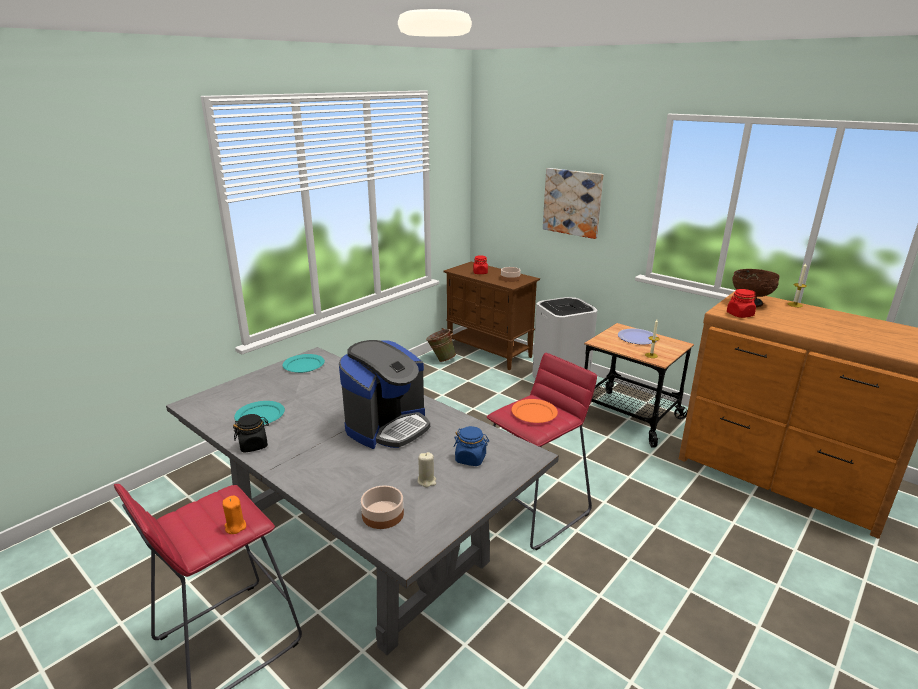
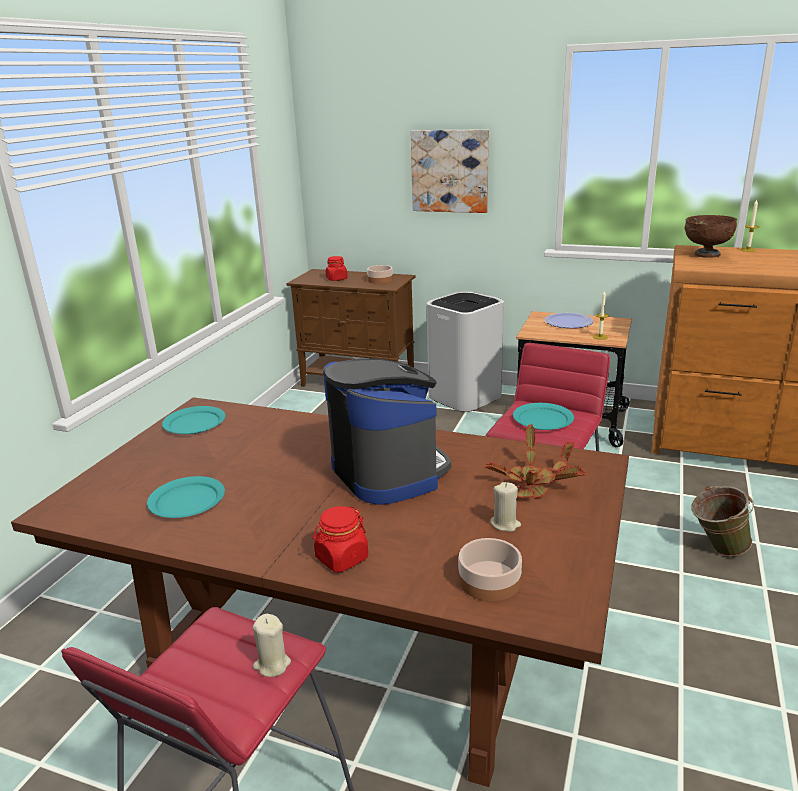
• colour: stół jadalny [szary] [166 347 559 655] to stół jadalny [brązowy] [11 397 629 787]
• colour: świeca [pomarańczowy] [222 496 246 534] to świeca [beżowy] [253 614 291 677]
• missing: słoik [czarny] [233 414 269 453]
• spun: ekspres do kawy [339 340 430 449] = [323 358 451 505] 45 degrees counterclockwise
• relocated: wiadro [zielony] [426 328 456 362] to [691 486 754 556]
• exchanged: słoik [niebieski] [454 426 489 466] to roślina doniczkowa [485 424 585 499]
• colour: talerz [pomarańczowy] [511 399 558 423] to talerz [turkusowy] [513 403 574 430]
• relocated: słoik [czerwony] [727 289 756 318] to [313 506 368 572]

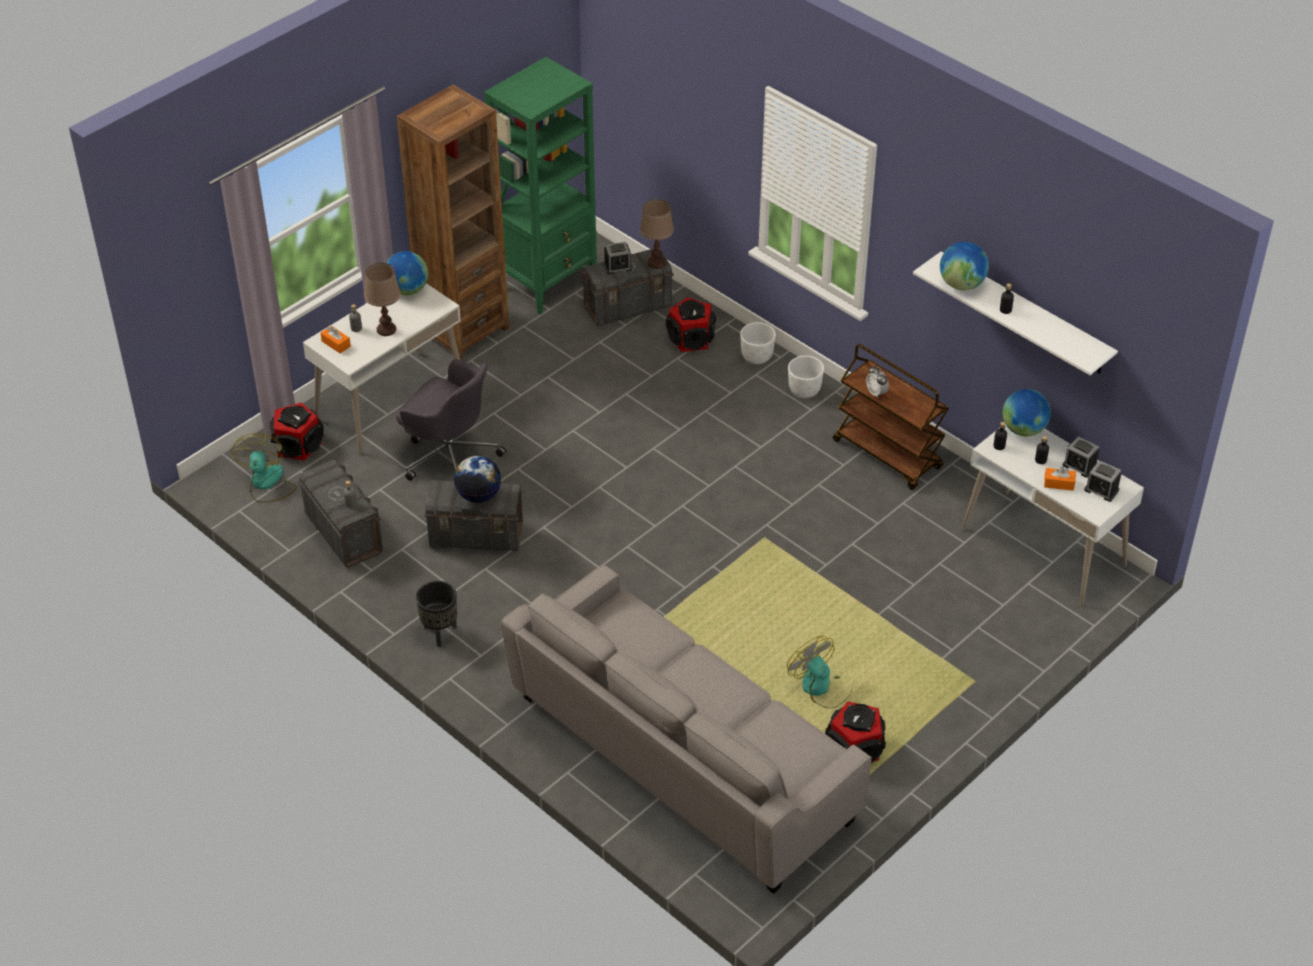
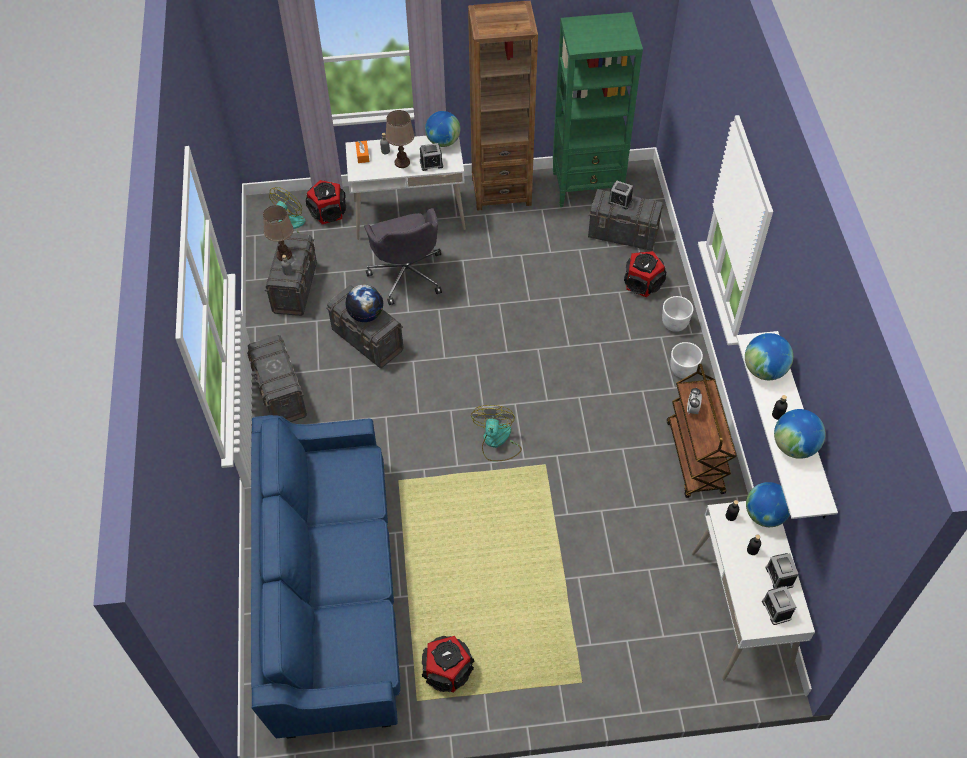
• exchanged: donica [czarny] [416 581 457 647] to pojemnik do przechowywania [szary] [247 335 307 422]
• colour: kanapa [szary] [501 564 872 894] to kanapa [niebieski] [251 415 401 739]
• relocated: lampa stołowa [brązowy] [640 199 674 269] to [263 205 293 261]
• relocated: wentylator [787 636 853 708] to [471 405 522 461]
• missing: pudełko chusteczek [pomarańczowy] [1044 467 1076 491]
• appeared: budzik [420 143 443 171]
• appeared: globus [774 409 826 459]

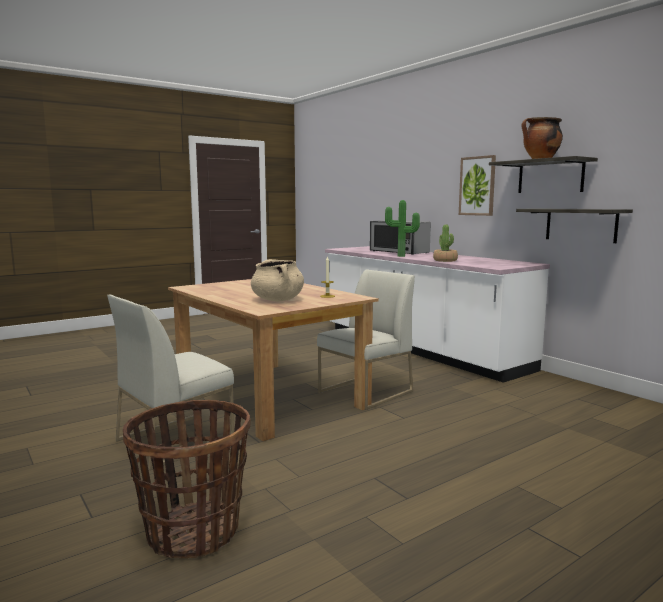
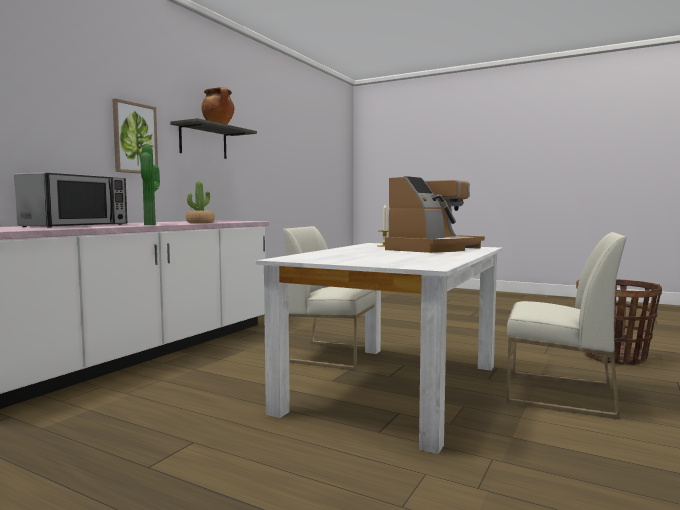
• colour: stół jadalny [brązowy] [168 279 379 441] to stół jadalny [biały] [256 243 502 454]
• exchanged: garnek [beżowy] [251 259 304 301] to ekspres do kawy [385 176 485 253]
• missing: półka [516 208 633 243]

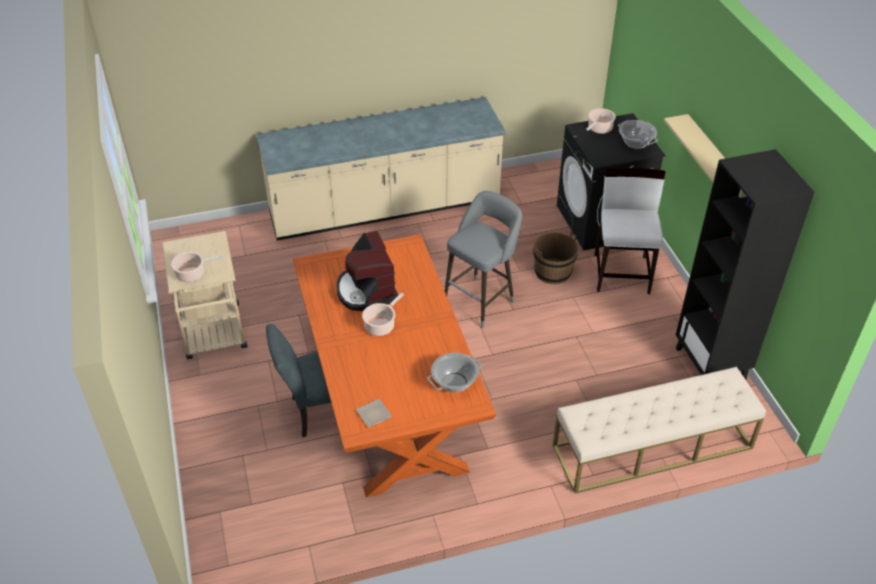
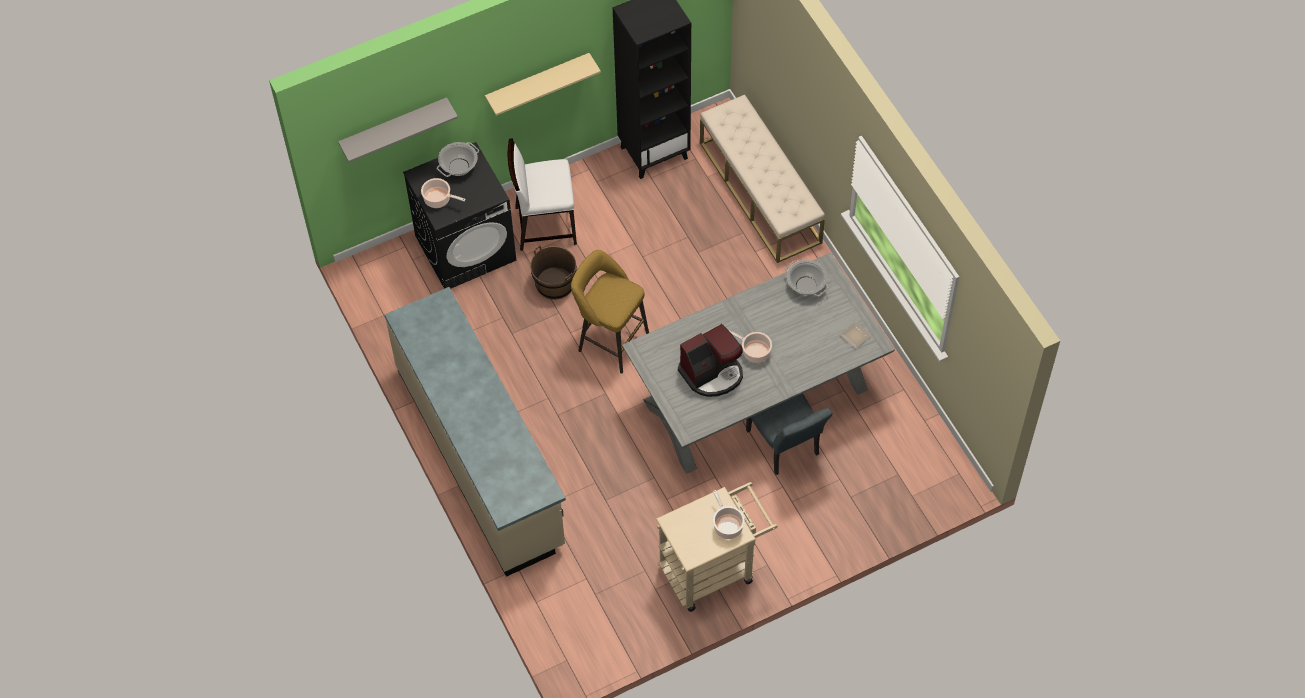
• colour: stół jadalny [pomarańczowy] [293 234 496 498] to stół jadalny [szary] [622 253 895 474]
• colour: stołek [szary] [445 191 522 328] to stołek [żółty] [571 250 649 374]
• appeared: półka [szary] [338 97 458 162]

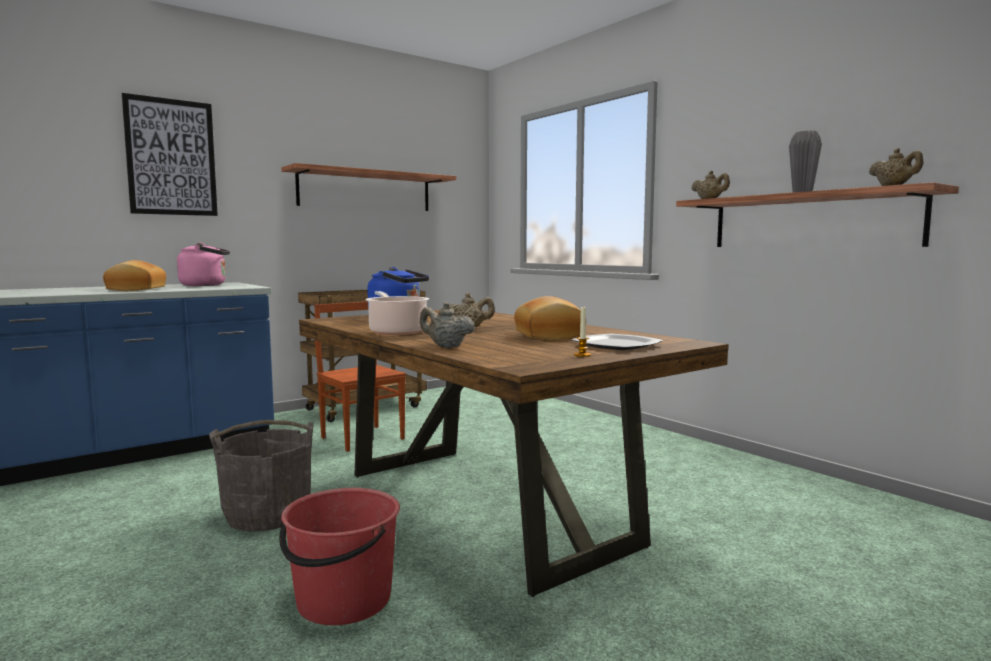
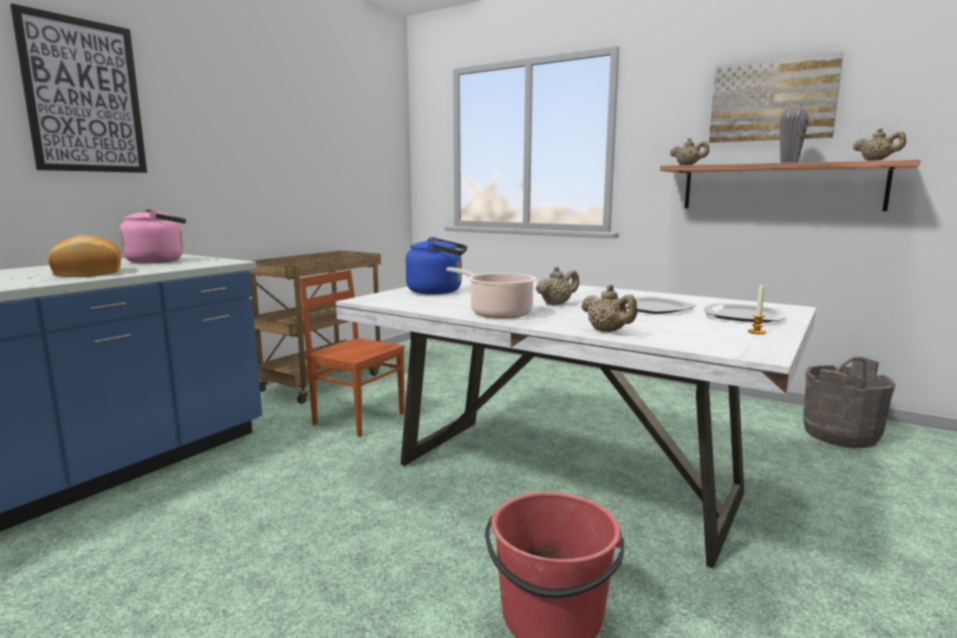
• relocated: wiadro [szary] [209 420 314 531] to [803 357 896 448]
• missing: półka [281 163 456 211]
• colour: stół jadalny [brązowy] [299 310 729 597] to stół jadalny [biały] [336 275 817 568]
• spun: imbryk [beżowy] [420 302 475 348] = [581 285 637 332] 135 degrees counterclockwise
• exchanged: chleb [514 296 581 340] to talerz [625 296 697 314]
• appeared: obraz [709 52 844 143]

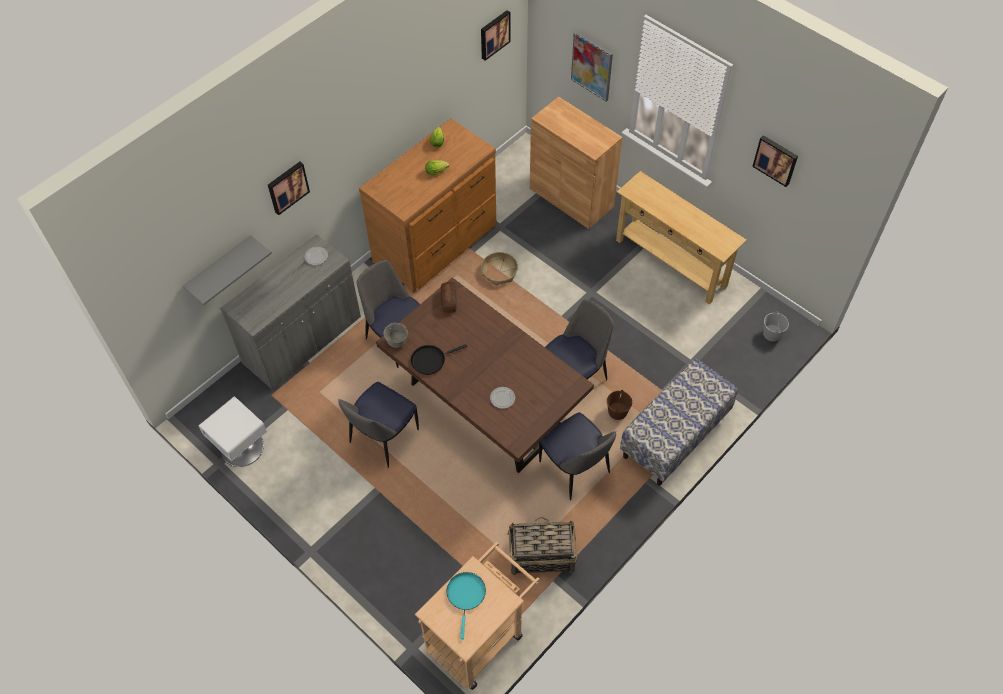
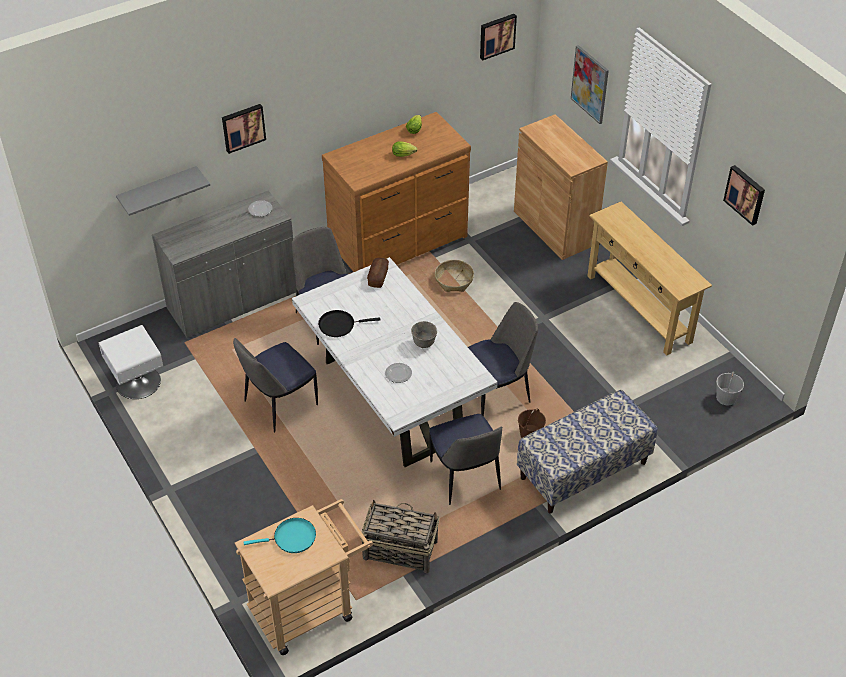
• colour: stół jadalny [brązowy] [376 277 594 473] to stół jadalny [biały] [292 257 498 467]
• relocated: miska [szary] [383 323 408 348] to [411 321 437 348]
• spun: patelnia [turkusowy] [447 572 486 639] = [244 518 316 553] 60 degrees clockwise

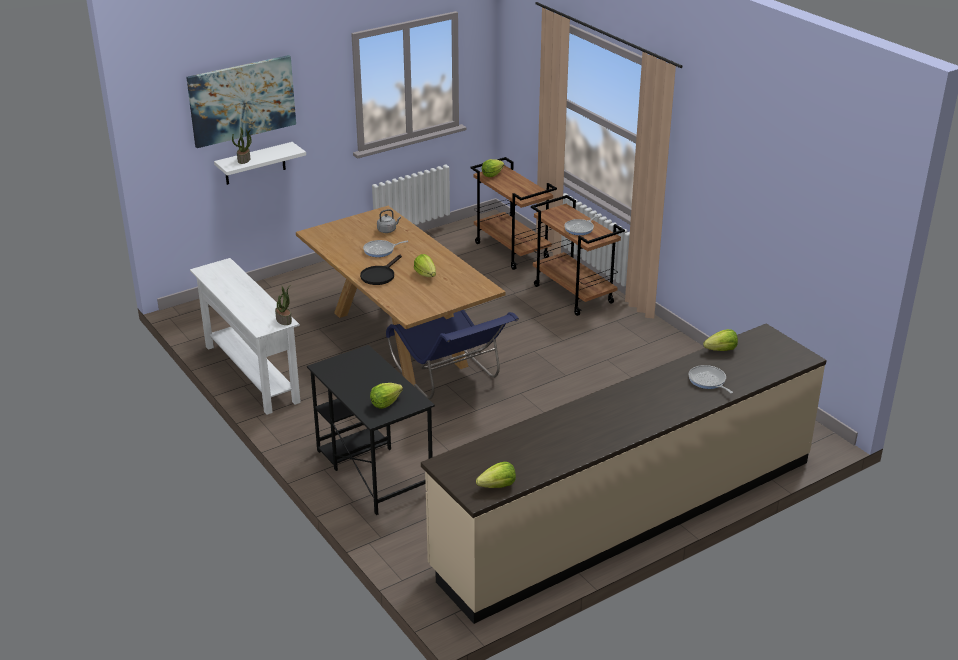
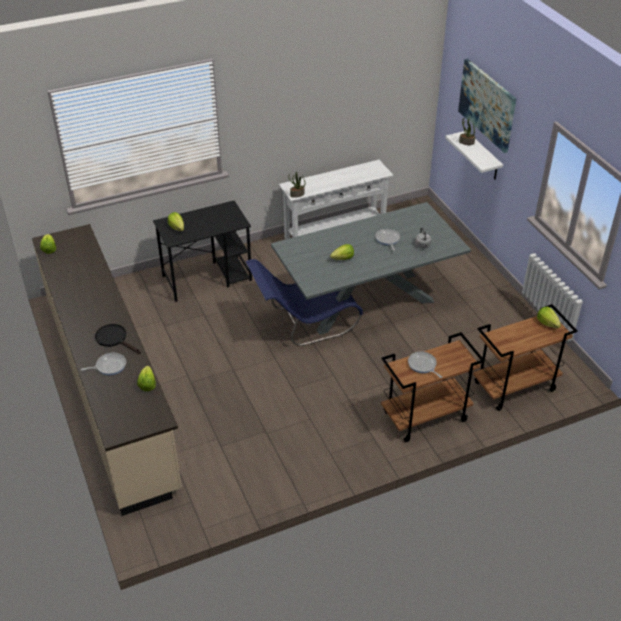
• colour: stół jadalny [brązowy] [296 206 506 387] to stół jadalny [szary] [271 202 471 335]
• relocated: patelnia [czarny] [360 254 402 285] to [95 324 141 354]

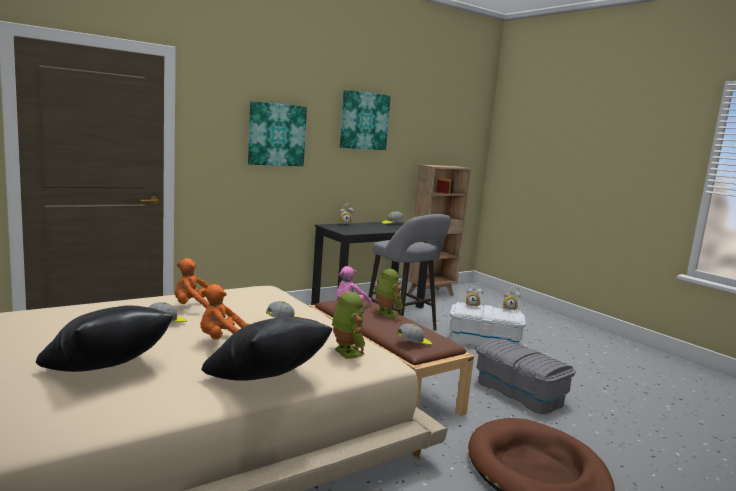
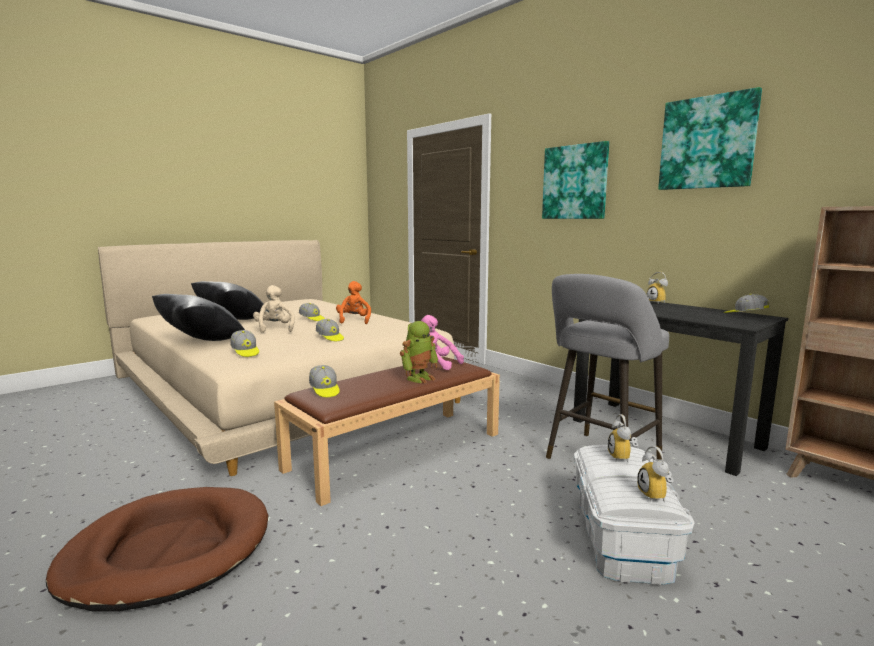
• colour: pluszak [pomarańczowy] [200 284 250 339] to pluszak [beżowy] [253 285 295 333]
• exchanged: robot zabawkowy [332 292 365 359] to czapka z daszkiem [230 330 259 357]
• missing: pojemnik do przechowywania [szary] [476 339 576 414]

